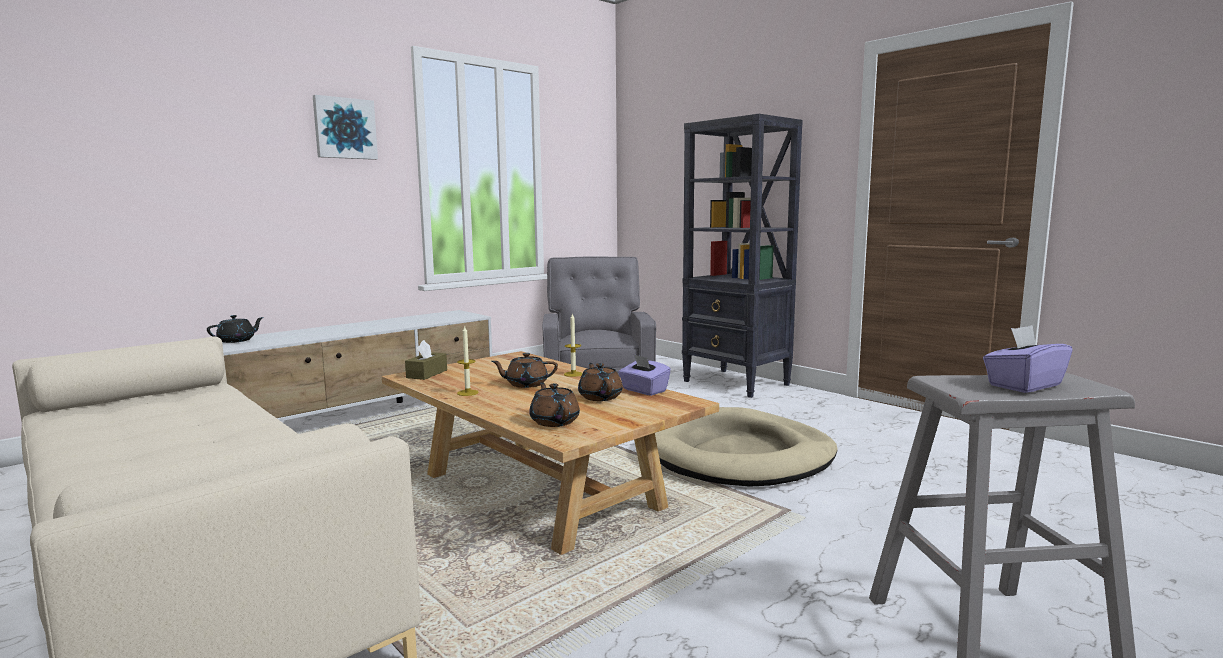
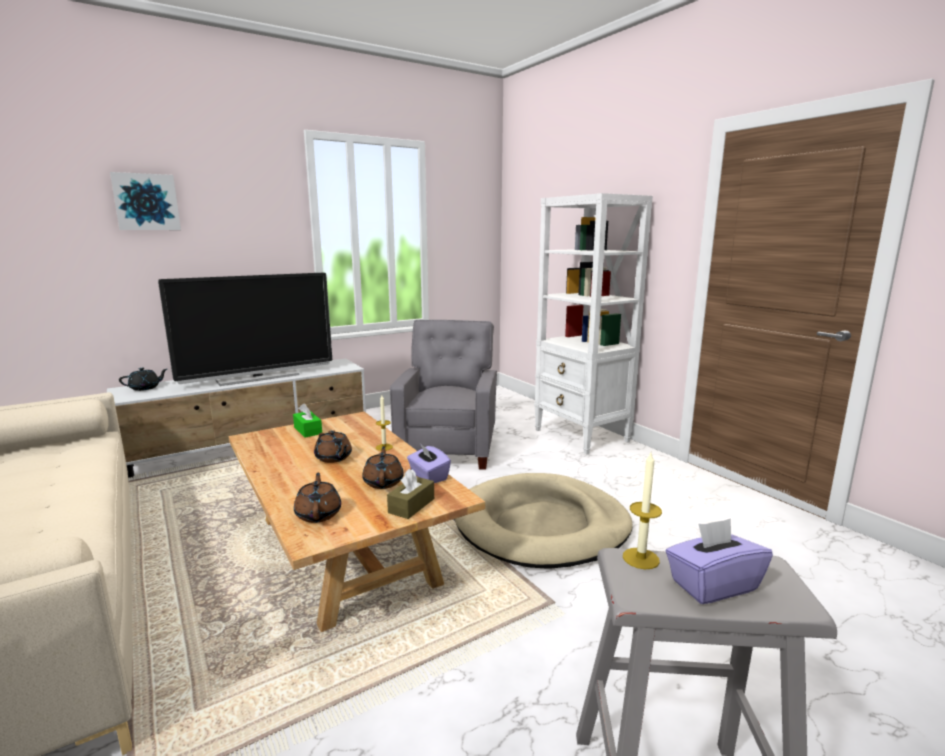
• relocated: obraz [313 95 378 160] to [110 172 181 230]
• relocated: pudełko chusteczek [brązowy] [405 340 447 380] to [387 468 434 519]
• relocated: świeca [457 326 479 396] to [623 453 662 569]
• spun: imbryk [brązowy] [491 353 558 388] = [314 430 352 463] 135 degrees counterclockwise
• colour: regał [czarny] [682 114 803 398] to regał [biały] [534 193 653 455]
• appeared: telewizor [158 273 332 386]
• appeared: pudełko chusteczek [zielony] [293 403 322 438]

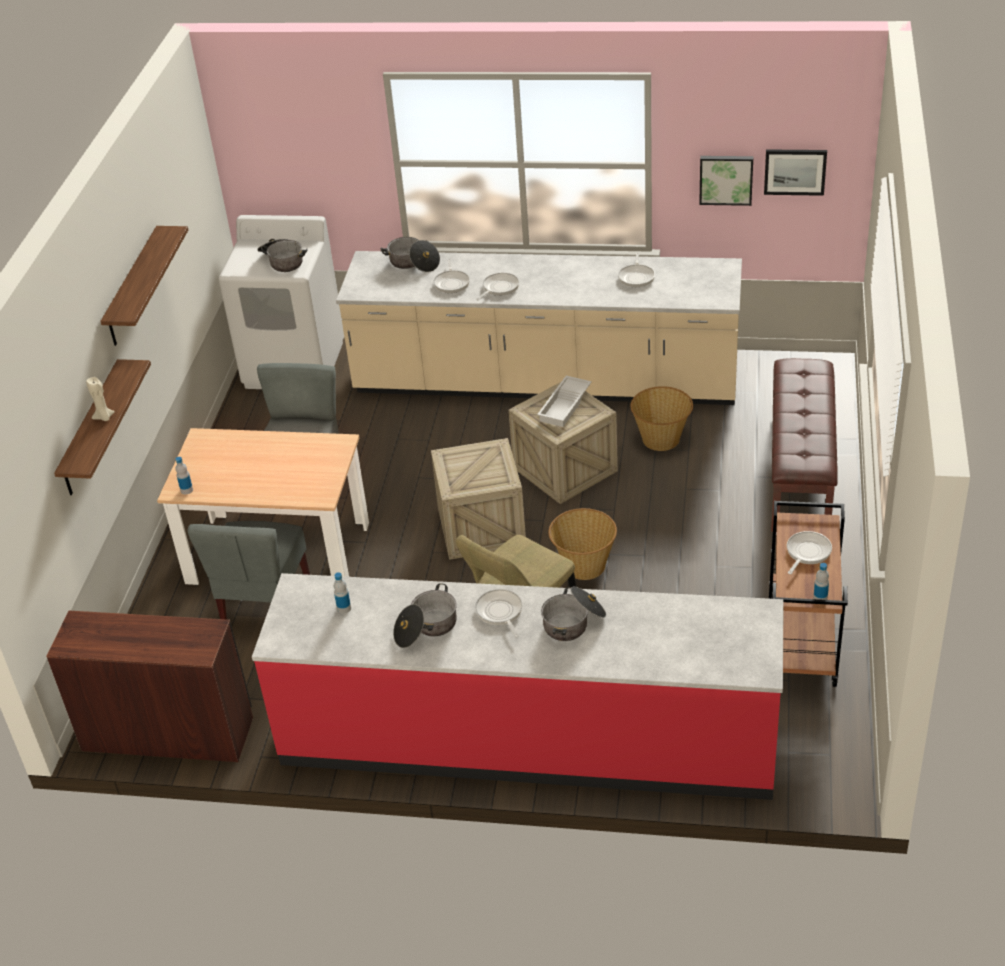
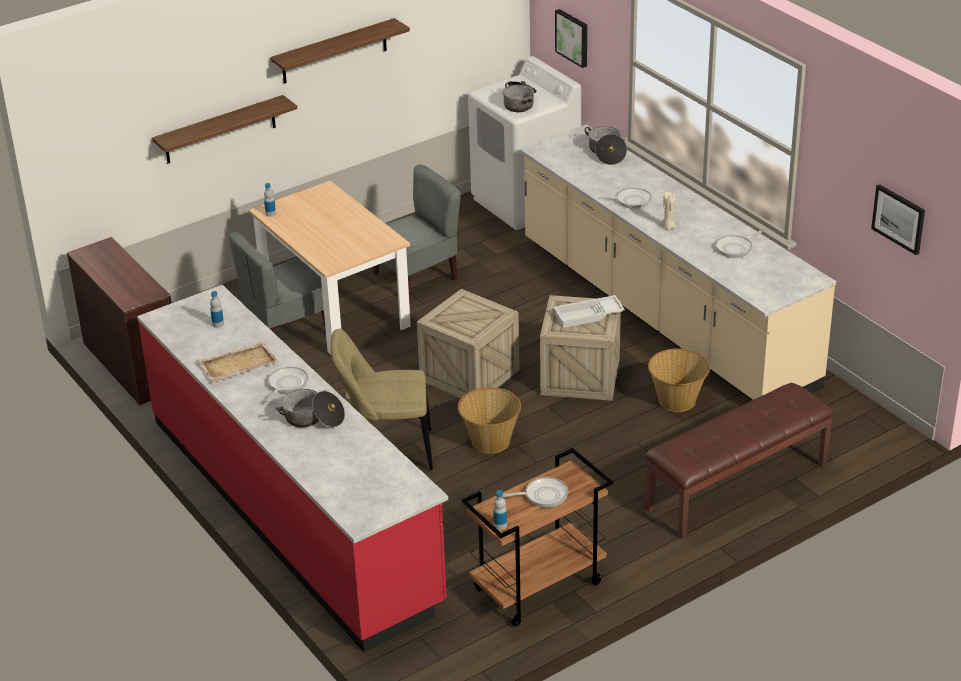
• relocated: świeca [beżowy] [86 377 115 421] to [659 192 678 231]
• exchanged: garnek [393 583 457 648] to taca [beżowy] [198 341 279 382]
• missing: patelnia [433 259 470 293]
• relocated: obraz [699 156 753 206] to [555 9 587 68]

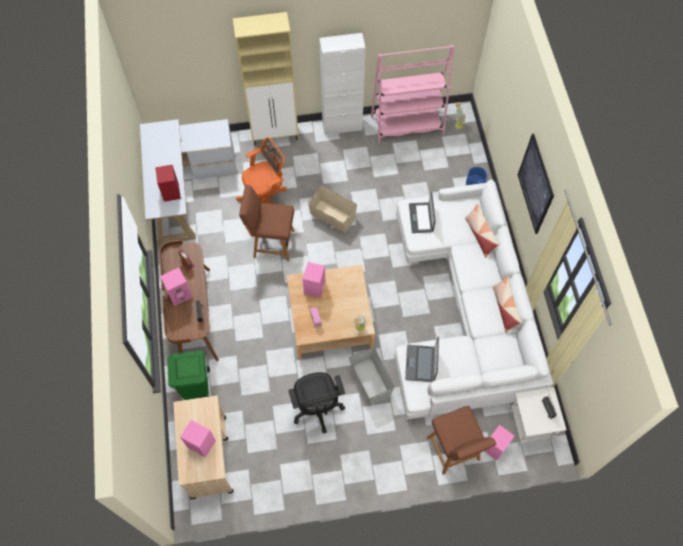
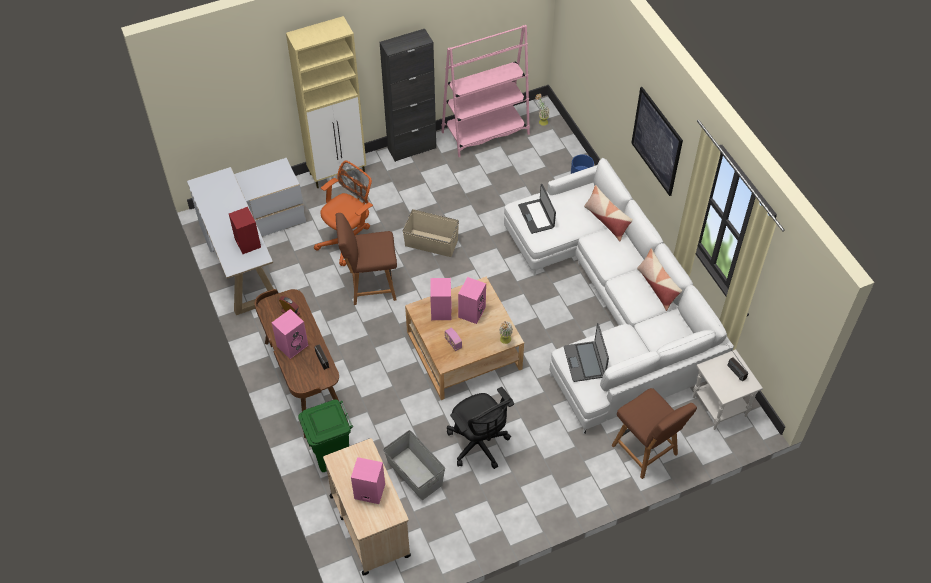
• colour: szafka [biały] [319 33 366 135] to szafka [czarny] [380 29 436 162]
• relocated: pojemnik do przechowywania [szary] [349 347 395 405] to [383 430 445 500]
• relocated: głośnik [różowy] [484 425 514 461] to [458 277 486 324]

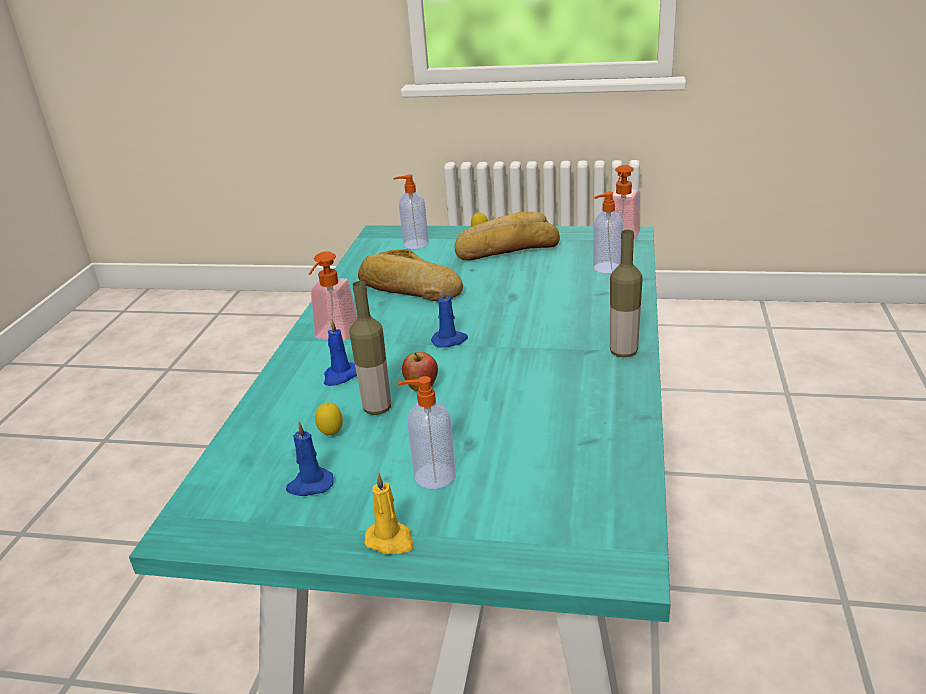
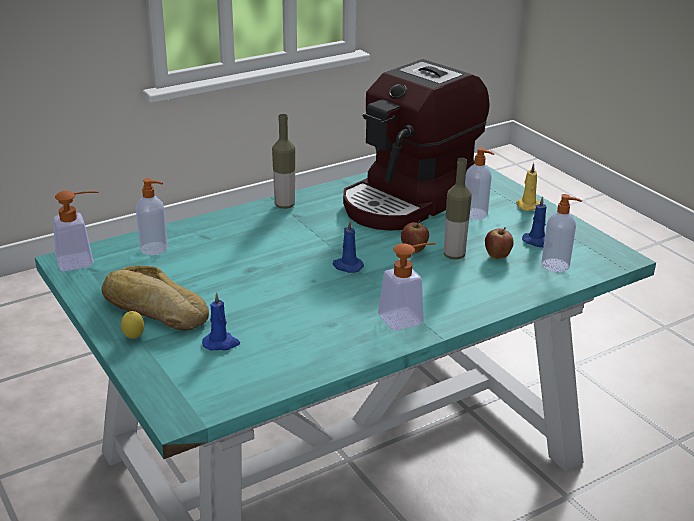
• exchanged: cytryna [315 402 343 435] to jabłko [485 228 514 259]
• relocated: świeca [niebieski] [324 319 357 386] to [202 292 240 351]
• missing: chleb [358 249 463 302]
• relocated: dozownik mydła [393 174 429 249] to [541 194 582 272]
• appeared: ekspres do kawy [343 59 490 230]

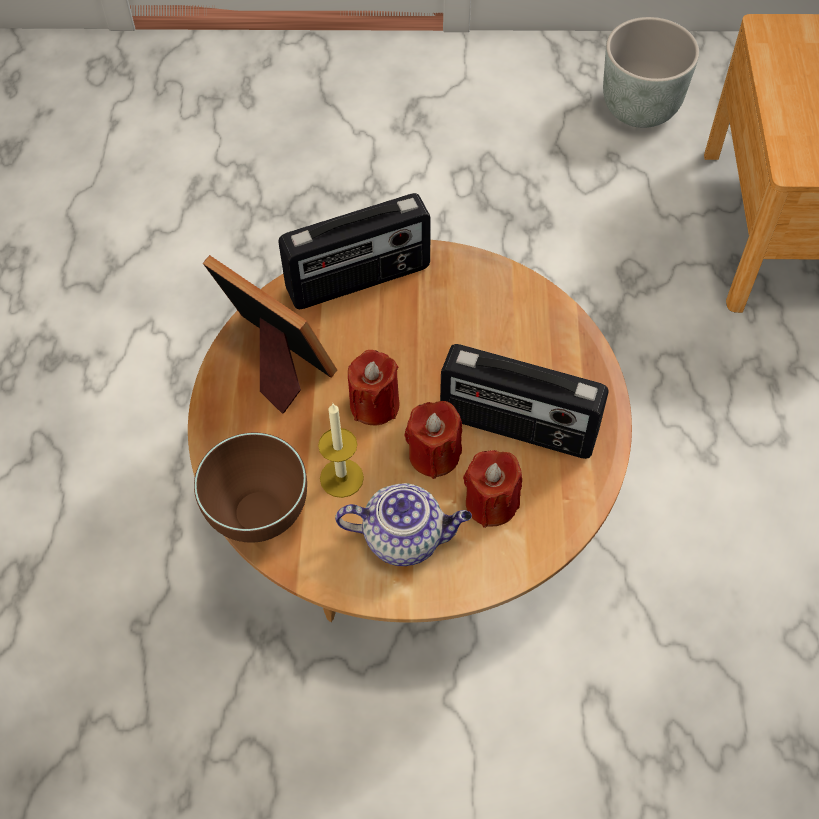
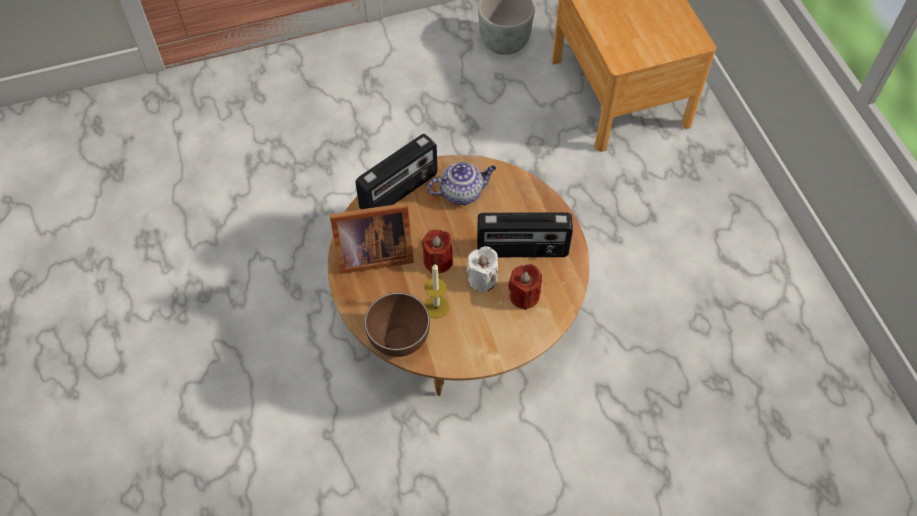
• spun: ramka na zdjęcie [203 255 337 414] = [330 203 414 274] 150 degrees clockwise
• relocated: imbryk [335 483 472 566] to [427 162 496 205]
• colour: świeca [czerwony] [404 401 462 479] to świeca [biały] [467 246 498 292]

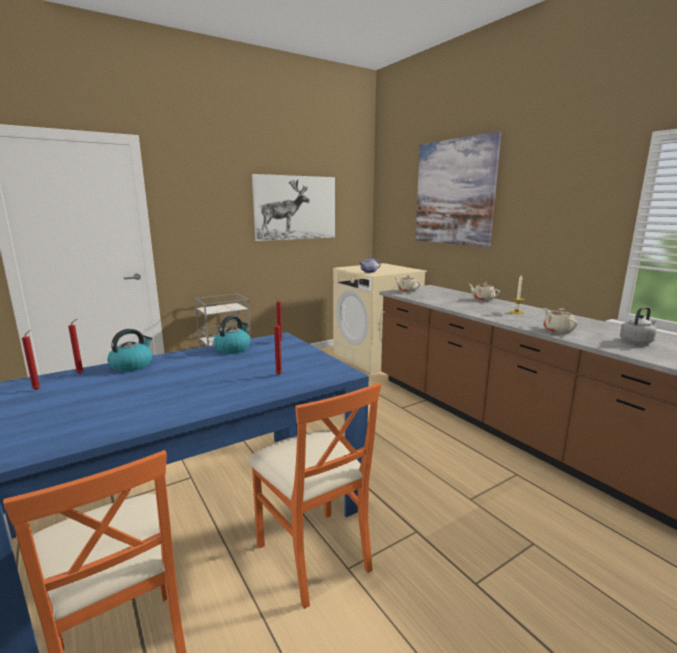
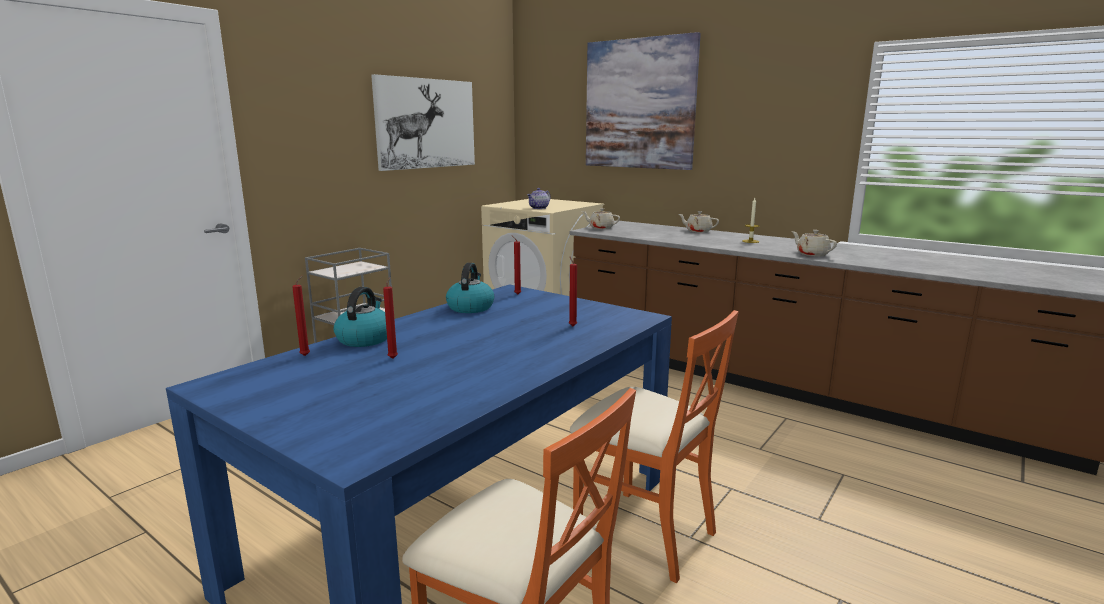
• relocated: świeca [czerwony] [22 329 40 390] to [383 277 398 358]
• missing: czajnik [szary] [620 307 657 344]

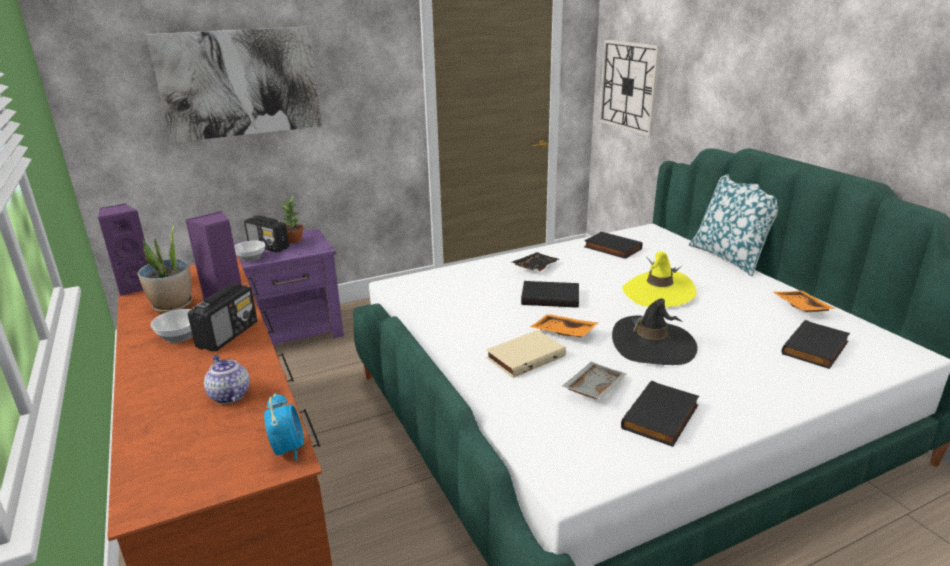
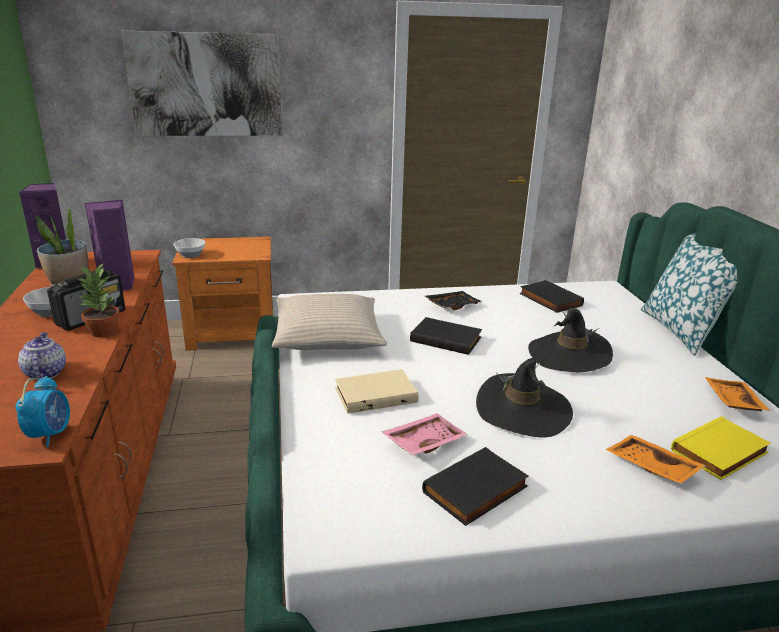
• colour: szafka nocna [fioletowy] [234 228 344 345] to szafka nocna [pomarańczowy] [172 237 273 351]
• missing: radio [244 215 289 252]
• relocated: roślina doniczkowa [280 195 304 243] to [78 263 120 337]
• relocated: taca [pomarańczowy] [530 314 598 337] to [605 435 706 484]
• colour: taca [szary] [562 362 627 400] to taca [różowy] [382 413 468 455]
• missing: zegar ścienny [599 40 661 137]
• colour: kapelusz [żółty] [622 251 696 307] to kapelusz [czarny] [528 308 613 372]
• colour: książka [czarny] [782 320 850 369] to książka [żółty] [671 416 771 480]
• appeared: poduszka [beżowy] [272 294 387 350]

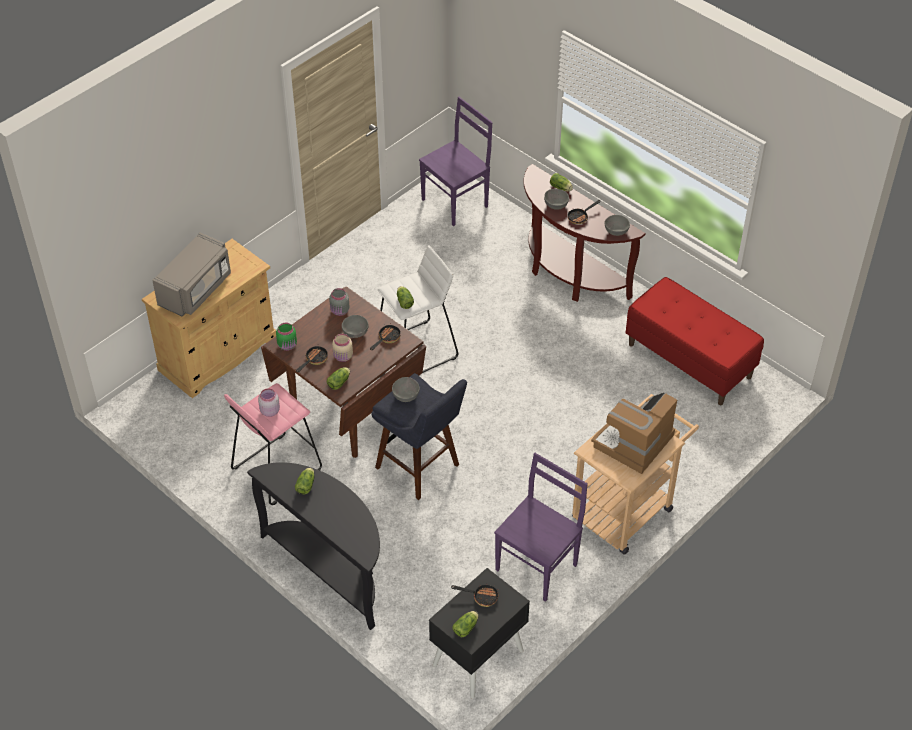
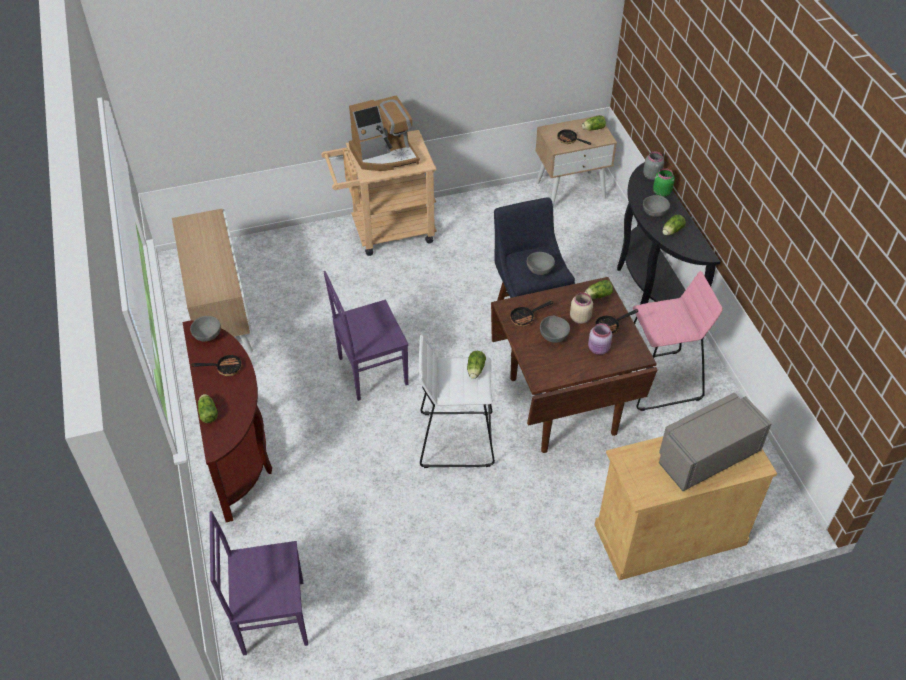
• relocated: słoik [różowy] [258 388 280 417] to [588 323 612 355]
• relocated: słoik [zielony] [276 323 297 351] to [653 168 675 197]
• relocated: słoik [szary] [329 288 350 316] to [643 152 664 180]
• colour: szafka nocna [czarny] [429 568 530 699] to szafka nocna [beżowy] [535 116 617 207]
• relocated: krzesło [fioletowy] [494 453 588 602] to [323 271 408 401]
• relocated: miska [szary] [544 189 569 210] to [643 195 670 217]
• exchanged: ławka [czerwony] [626 277 764 405] to szafka [172 209 253 353]

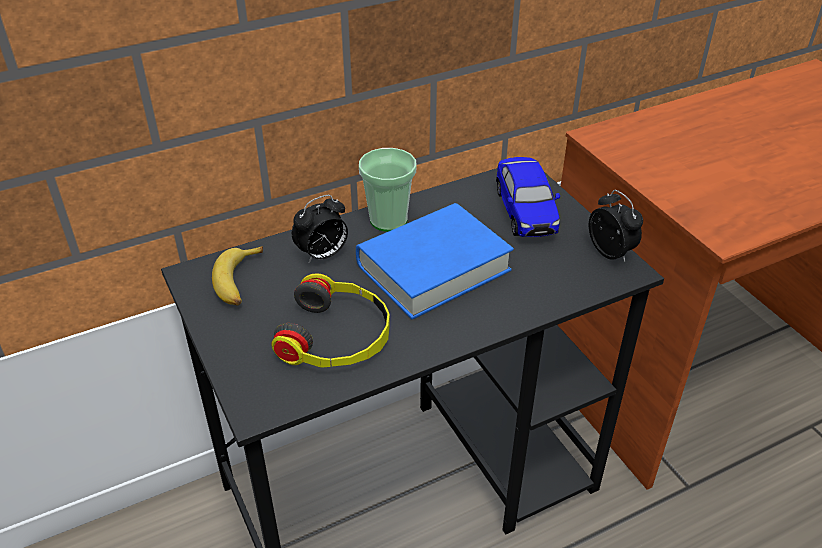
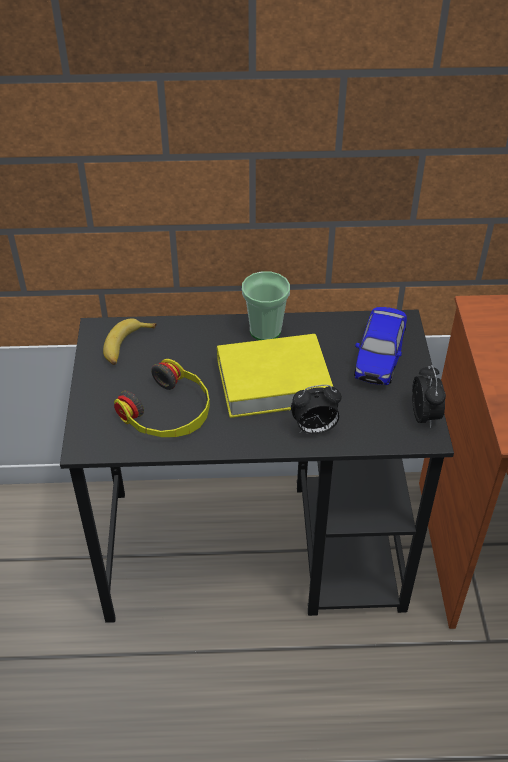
• relocated: budzik [292 195 348 263] to [291 385 342 434]
• colour: książka [niebieski] [356 203 514 319] to książka [żółty] [217 334 333 418]

